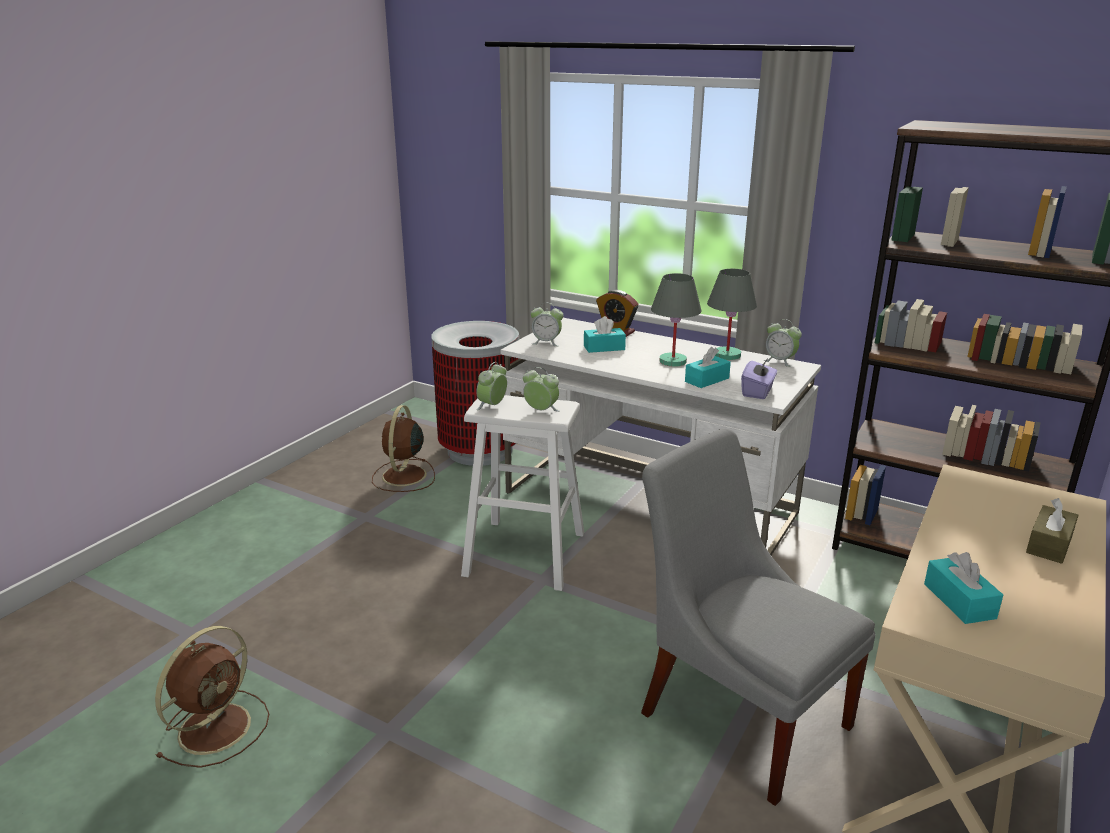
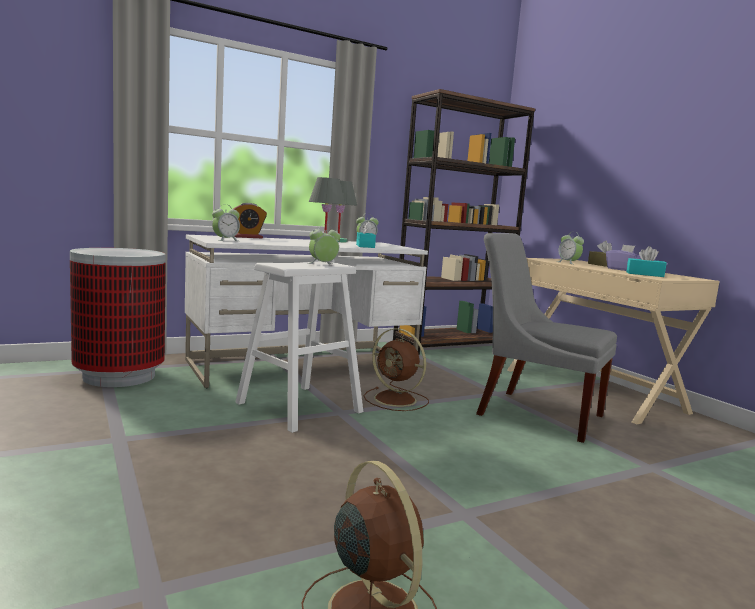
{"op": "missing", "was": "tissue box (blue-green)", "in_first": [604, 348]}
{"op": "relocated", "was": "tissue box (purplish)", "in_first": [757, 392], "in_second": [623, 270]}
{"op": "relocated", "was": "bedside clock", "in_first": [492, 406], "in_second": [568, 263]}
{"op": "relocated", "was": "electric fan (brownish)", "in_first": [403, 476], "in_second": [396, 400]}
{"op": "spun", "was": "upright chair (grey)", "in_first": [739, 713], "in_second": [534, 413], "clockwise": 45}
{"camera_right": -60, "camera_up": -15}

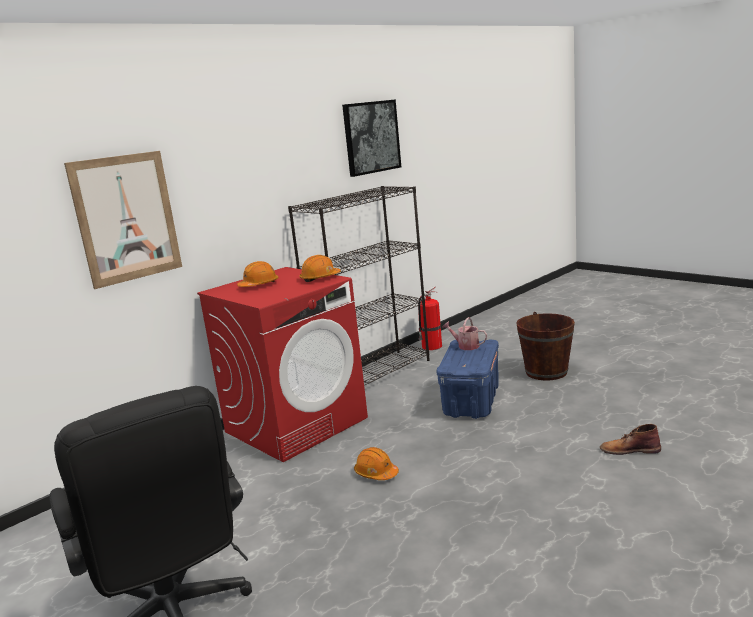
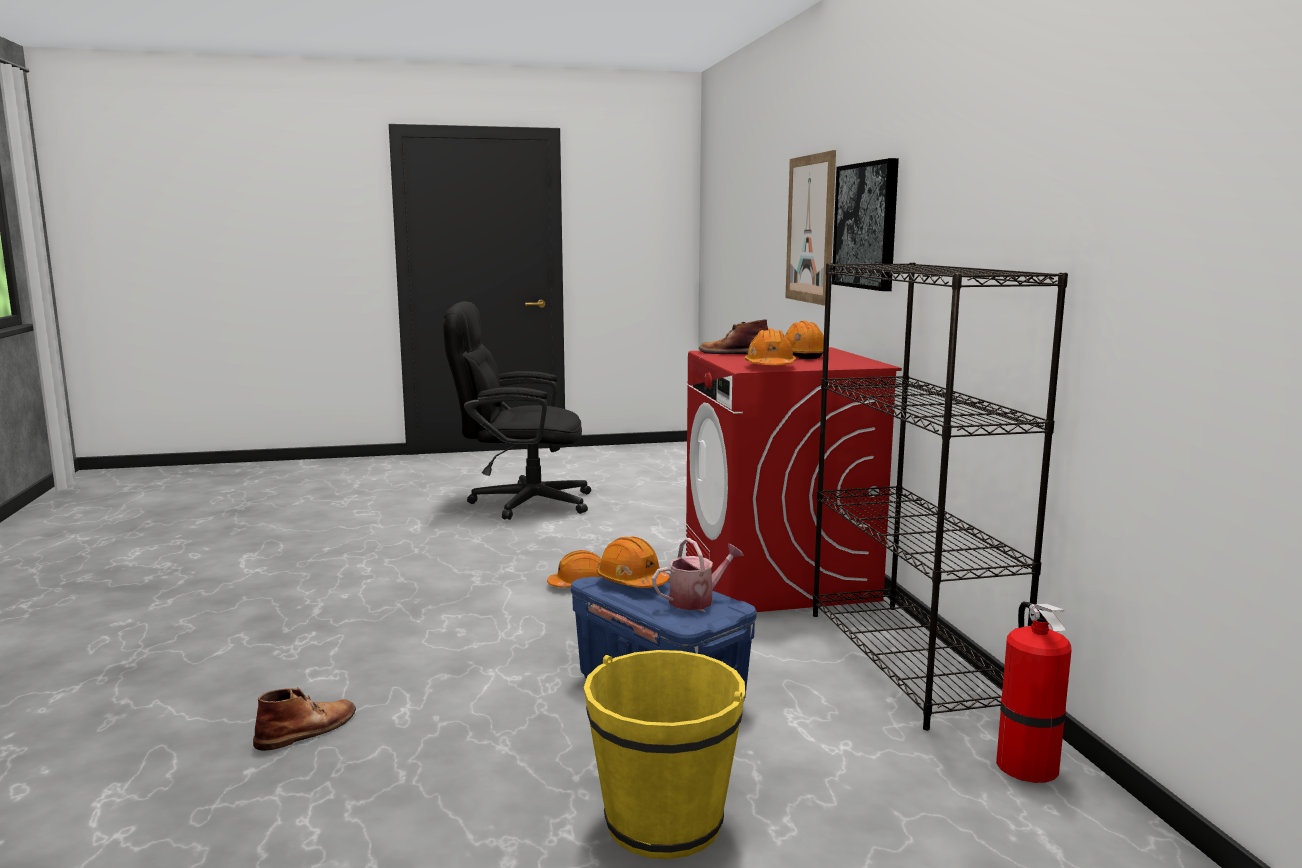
{"op": "relocated", "was": "wall picture", "in_first": [371, 137], "in_second": [866, 226]}
{"op": "colour", "was": "water bucket (brownish)", "now": "water bucket (yellow-coloured)", "in_first": [546, 372], "in_second": [664, 822]}
{"op": "appeared", "now": "high-top boot (brownish)", "in_second": [734, 353]}
{"op": "appeared", "now": "work helmet (orange)", "in_second": [632, 581]}
{"camera_right": 120, "camera_up": -5}

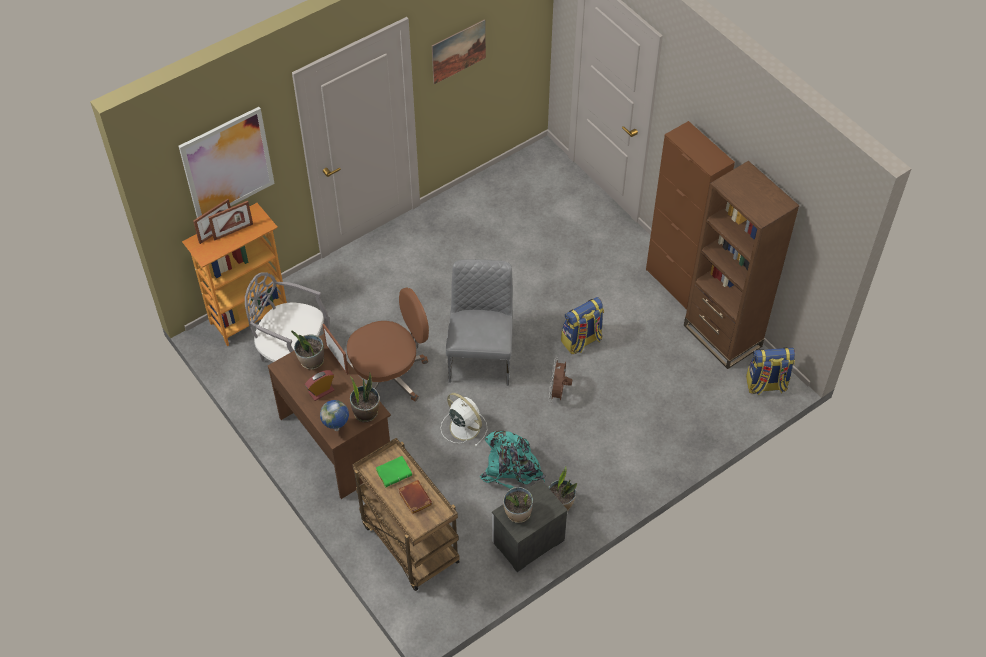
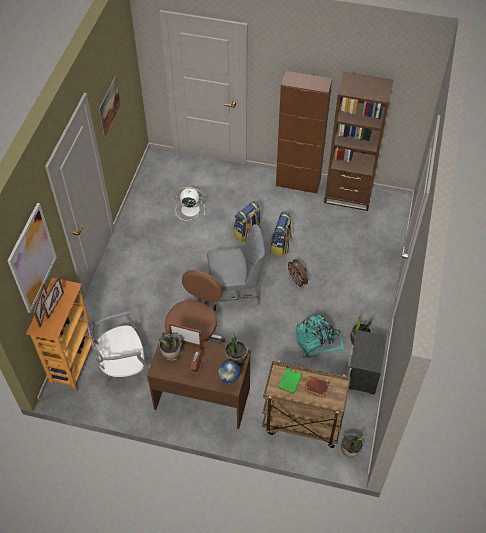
{"op": "spun", "was": "upright chair (grey)", "in_first": [481, 356], "in_second": [236, 290], "clockwise": 120}
{"op": "relocated", "was": "rucksack", "in_first": [766, 385], "in_second": [247, 233]}
{"op": "relocated", "was": "electric fan (white-coloured)", "in_first": [463, 426], "in_second": [189, 209]}
{"op": "relocated", "was": "plant in a pot", "in_first": [518, 513], "in_second": [350, 451]}
{"camera_right": -40, "camera_up": 0}

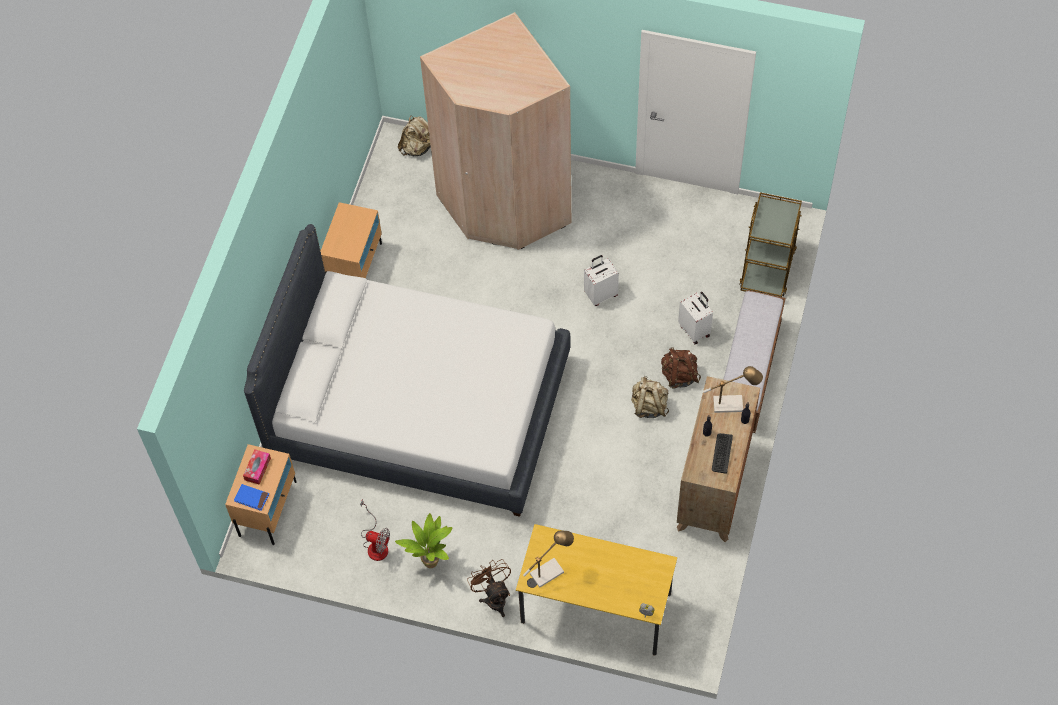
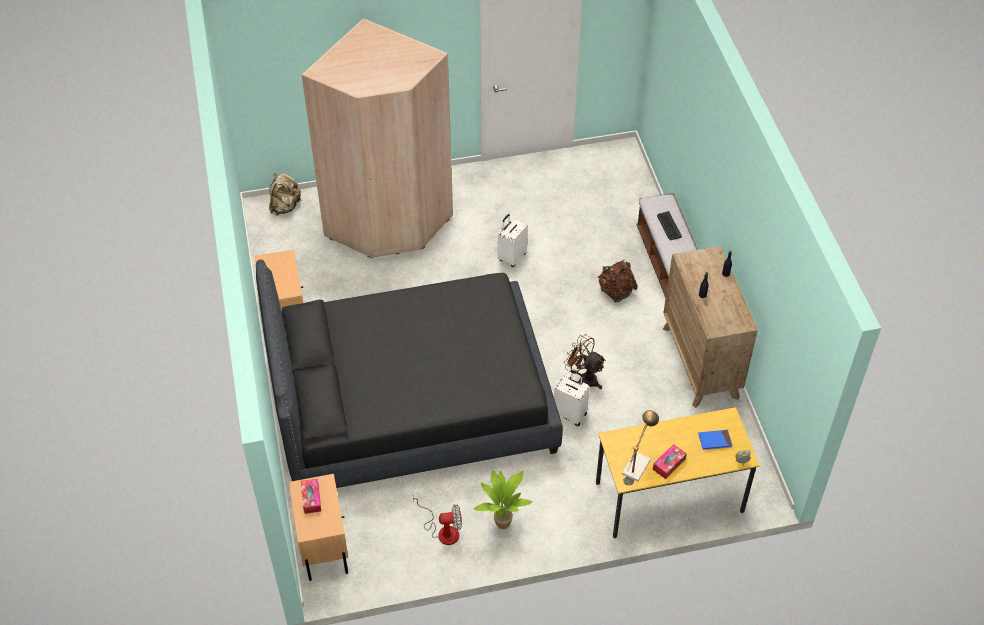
{"op": "missing", "was": "cart (brownish)", "in_first": [767, 268]}
{"op": "colour", "was": "sleeping bed (white-coloured)", "now": "sleeping bed (black)", "in_first": [419, 407], "in_second": [411, 403]}
{"op": "relocated", "was": "piece of luggage (white-coloured)", "in_first": [695, 330], "in_second": [570, 414]}
{"op": "missing", "was": "table lamp", "in_first": [732, 404]}
{"op": "missing", "was": "rucksack (beige)", "in_first": [649, 406]}
{"op": "relocated", "was": "computer keyboard", "in_first": [722, 453], "in_second": [669, 226]}
{"op": "relocated", "was": "book (blue-coloured)", "in_first": [251, 498], "in_second": [715, 440]}
{"op": "relocated", "was": "electric fan (brownish)", "in_first": [494, 597], "in_second": [584, 378]}
{"op": "appeared", "now": "tissue box", "in_second": [669, 464]}
{"camera_right": -30, "camera_up": -10}

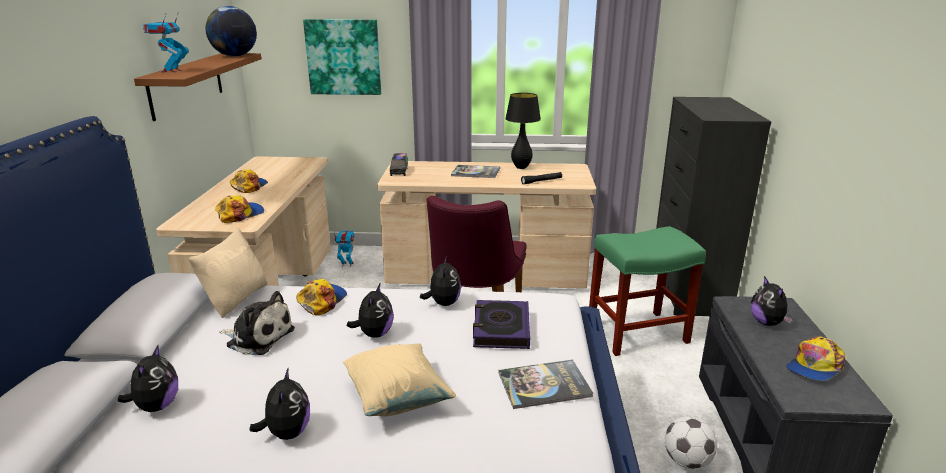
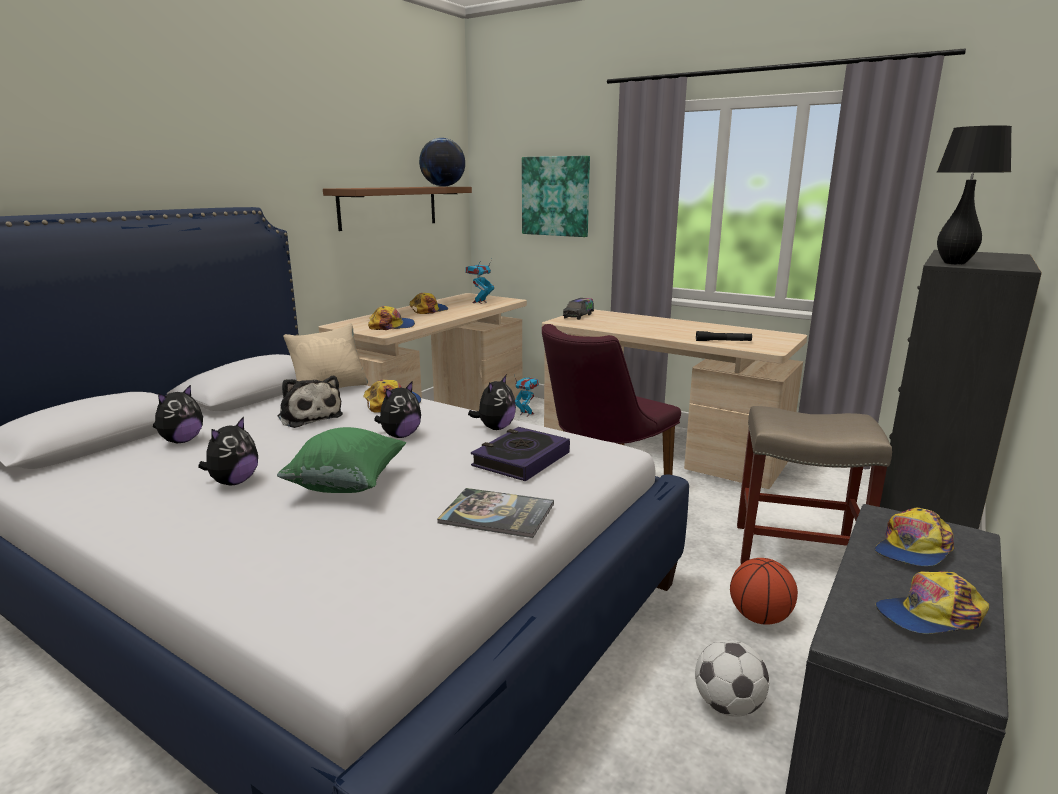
{"op": "relocated", "was": "model robot", "in_first": [171, 71], "in_second": [480, 302]}
{"op": "relocated", "was": "table lamp (black)", "in_first": [521, 167], "in_second": [954, 263]}
{"op": "missing", "was": "book", "in_first": [476, 172]}
{"op": "colour", "was": "stool (green)", "now": "stool (beige)", "in_first": [638, 332], "in_second": [798, 551]}
{"op": "exchanged", "was": "soft toy", "now": "baseball cap", "in_first": [767, 323], "in_second": [913, 549]}
{"op": "colour", "was": "cushion (beige)", "now": "cushion (green)", "in_first": [397, 398], "in_second": [347, 484]}
{"op": "appeared", "now": "basketball ball", "in_second": [759, 618]}
{"camera_right": 30, "camera_up": -5}

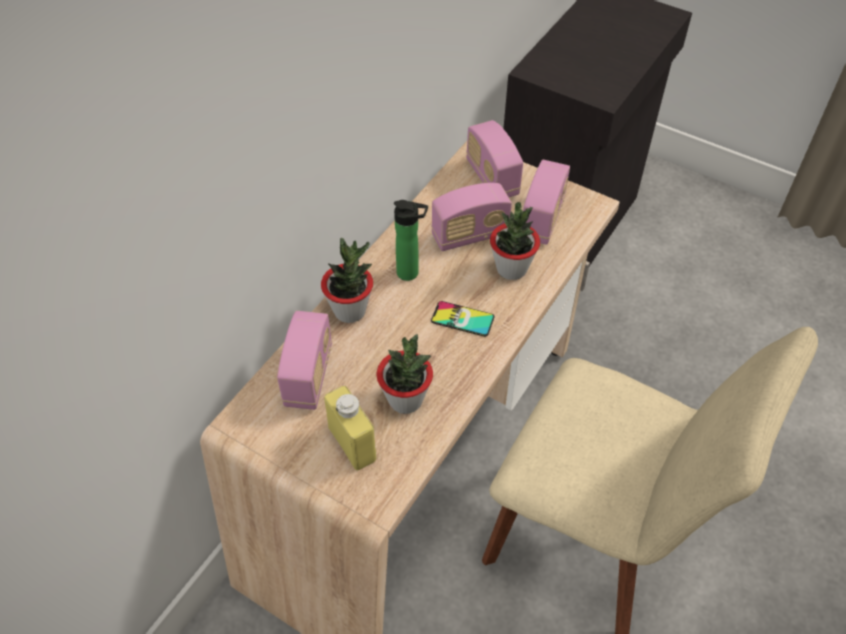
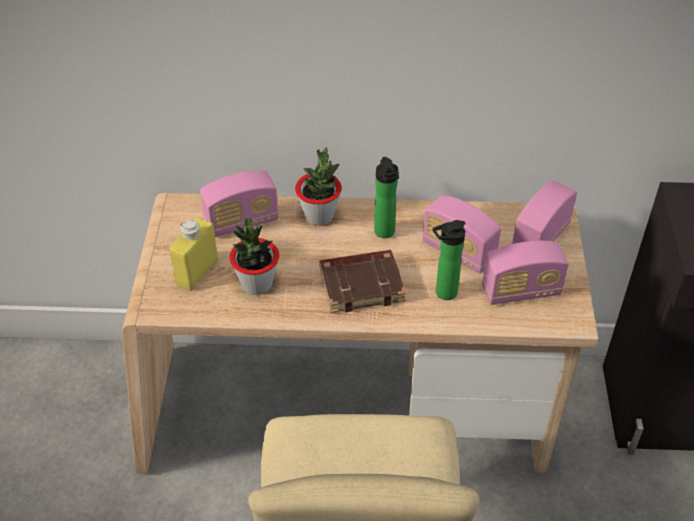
{"op": "exchanged", "was": "plant in a pot", "now": "drink bottle", "in_first": [511, 269], "in_second": [443, 293]}
{"op": "exchanged", "was": "handset", "now": "book (brownish)", "in_first": [462, 319], "in_second": [362, 284]}
{"camera_right": 60, "camera_up": -5}

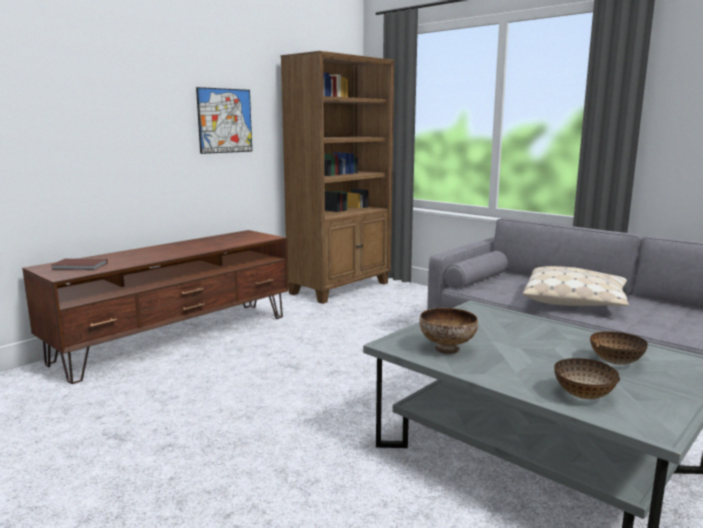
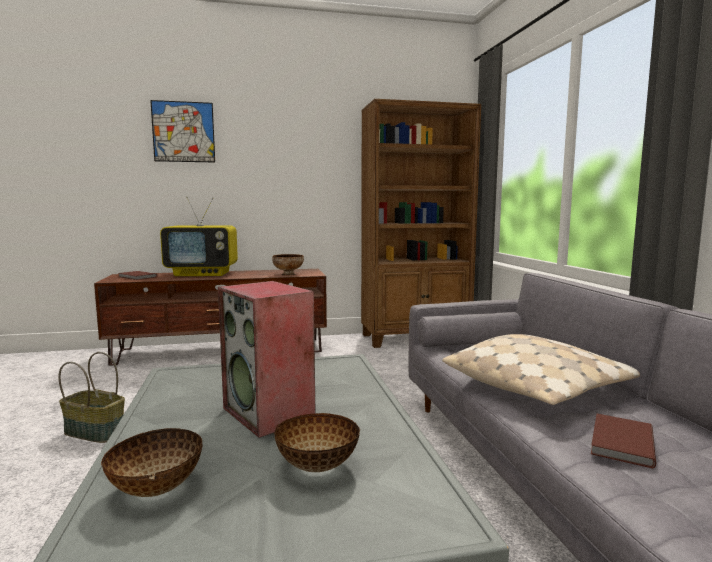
{"op": "relocated", "was": "wall picture", "in_first": [225, 121], "in_second": [183, 132]}
{"op": "relocated", "was": "bowl", "in_first": [446, 349], "in_second": [288, 274]}
{"op": "appeared", "now": "TV", "in_second": [203, 274]}
{"op": "appeared", "now": "audio speaker", "in_second": [270, 413]}
{"op": "appeared", "now": "household basket", "in_second": [96, 432]}
{"op": "appeared", "now": "book (brownish)", "in_second": [620, 442]}
{"camera_right": 35, "camera_up": -5}

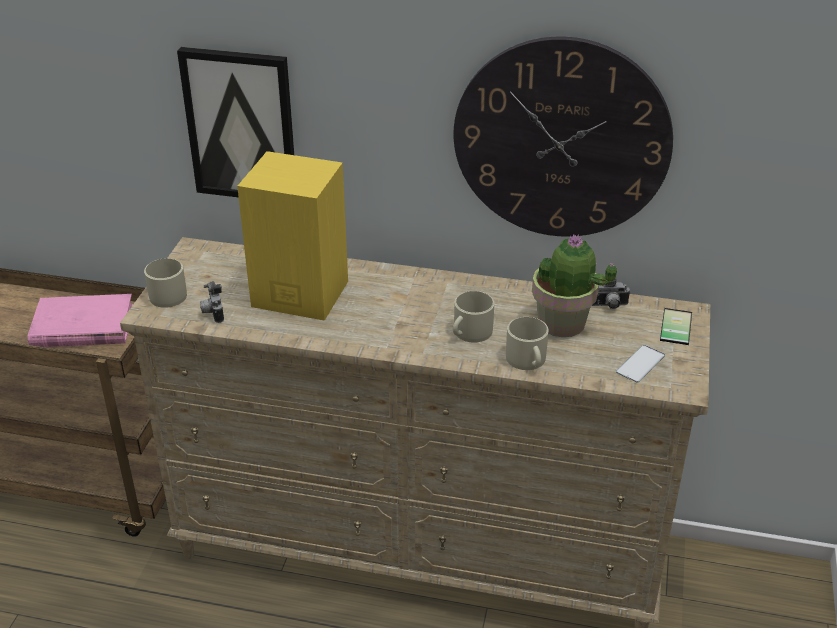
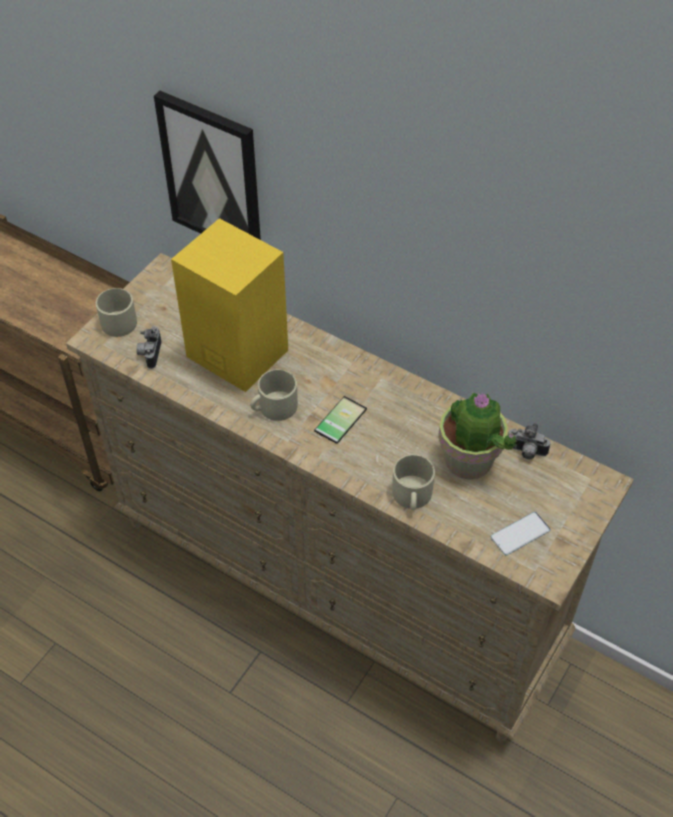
{"op": "missing", "was": "wall clock", "in_first": [561, 140]}
{"op": "relocated", "was": "mug (beige)", "in_first": [469, 333], "in_second": [273, 407]}
{"op": "missing", "was": "book (pink-coloured)", "in_first": [82, 326]}
{"op": "relocated", "was": "handset", "in_first": [673, 326], "in_second": [338, 418]}
{"camera_right": 20, "camera_up": 15}

